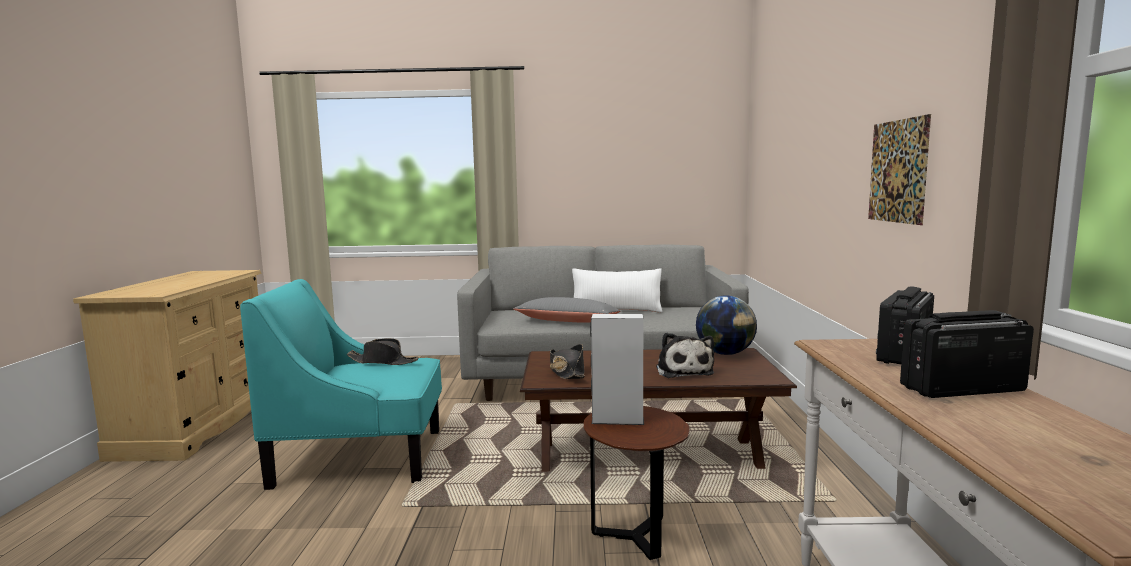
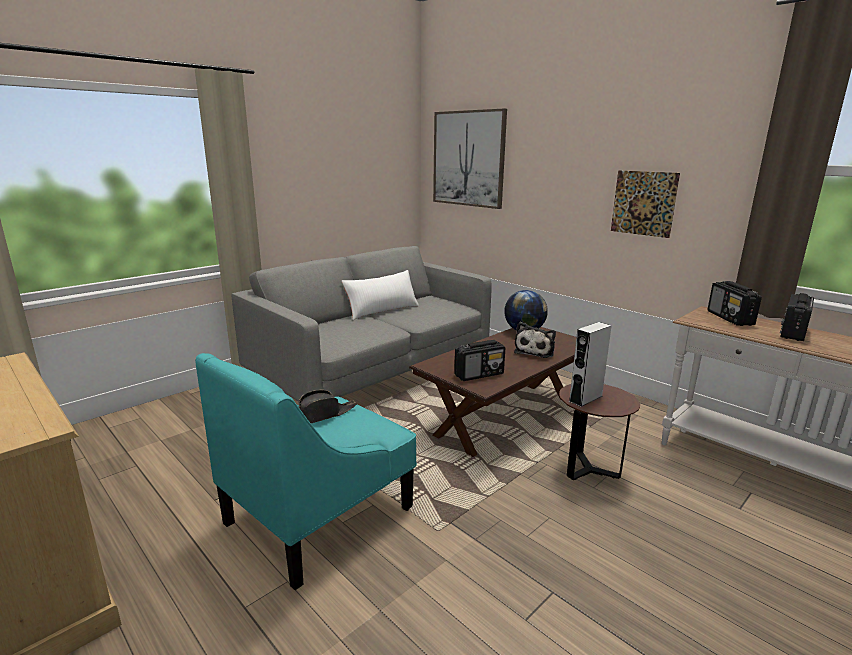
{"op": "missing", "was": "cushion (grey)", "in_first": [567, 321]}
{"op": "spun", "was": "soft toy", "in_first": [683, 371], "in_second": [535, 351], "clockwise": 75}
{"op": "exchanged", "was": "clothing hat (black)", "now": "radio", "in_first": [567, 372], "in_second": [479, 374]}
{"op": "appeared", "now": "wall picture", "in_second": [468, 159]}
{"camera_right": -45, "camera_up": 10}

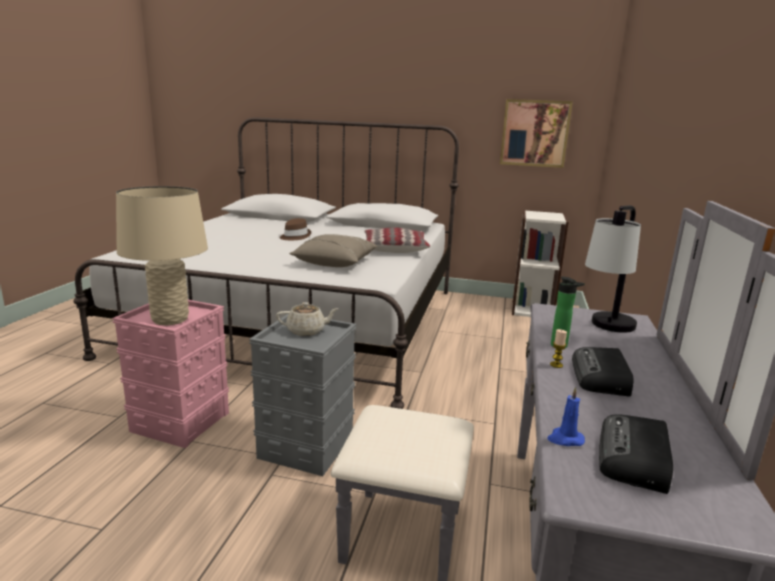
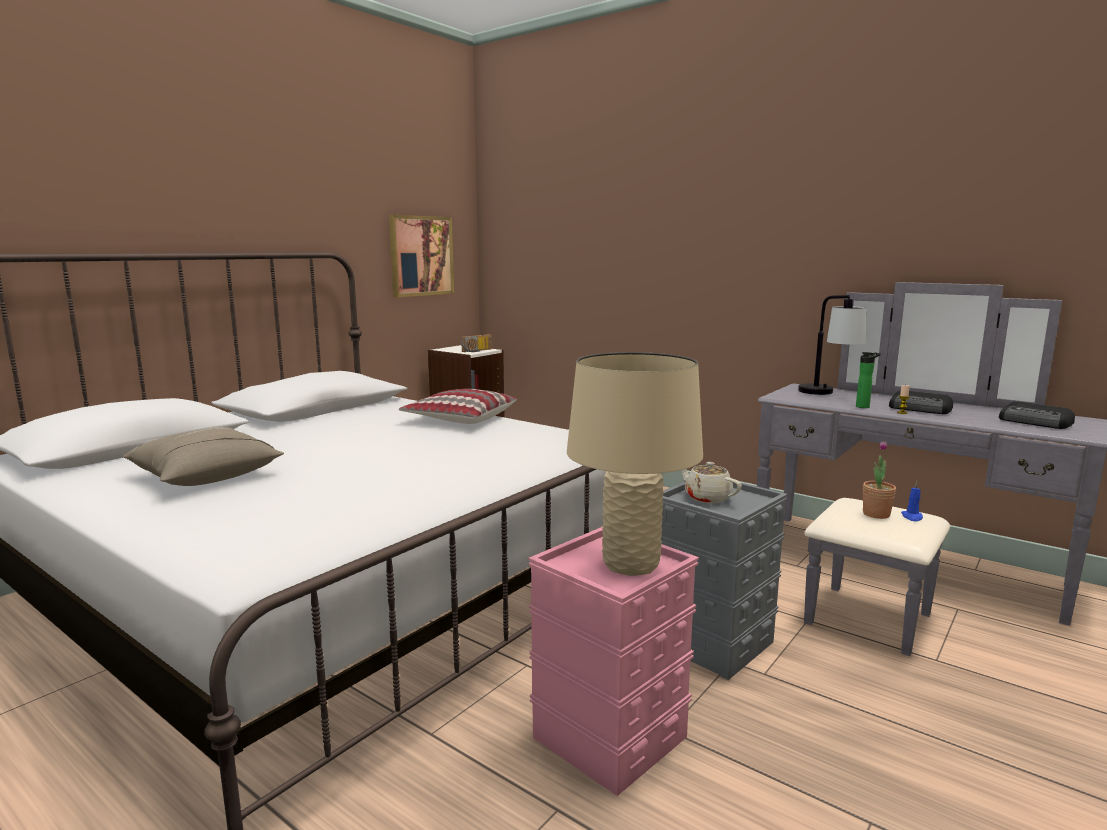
{"op": "missing", "was": "clothing hat (brownish)", "in_first": [294, 236]}
{"op": "relocated", "was": "cushion (beige)", "in_first": [335, 262], "in_second": [205, 476]}
{"op": "spun", "was": "pot for tea (beige)", "in_first": [307, 331], "in_second": [707, 497], "clockwise": -60}
{"op": "relocated", "was": "wax candle (blue-coloured)", "in_first": [565, 439], "in_second": [912, 517]}
{"op": "appeared", "now": "radio", "in_second": [477, 351]}
{"op": "appeared", "now": "plant in a pot", "in_second": [876, 514]}
{"camera_right": -65, "camera_up": -5}

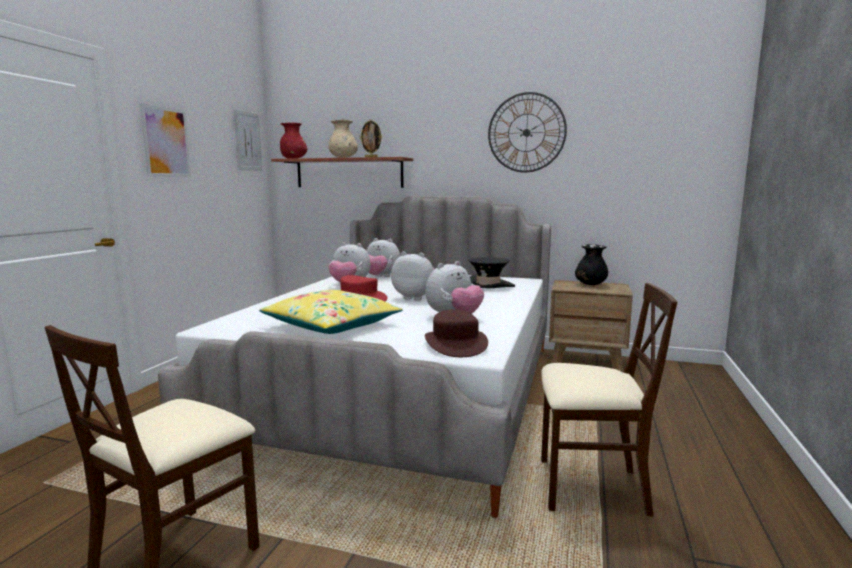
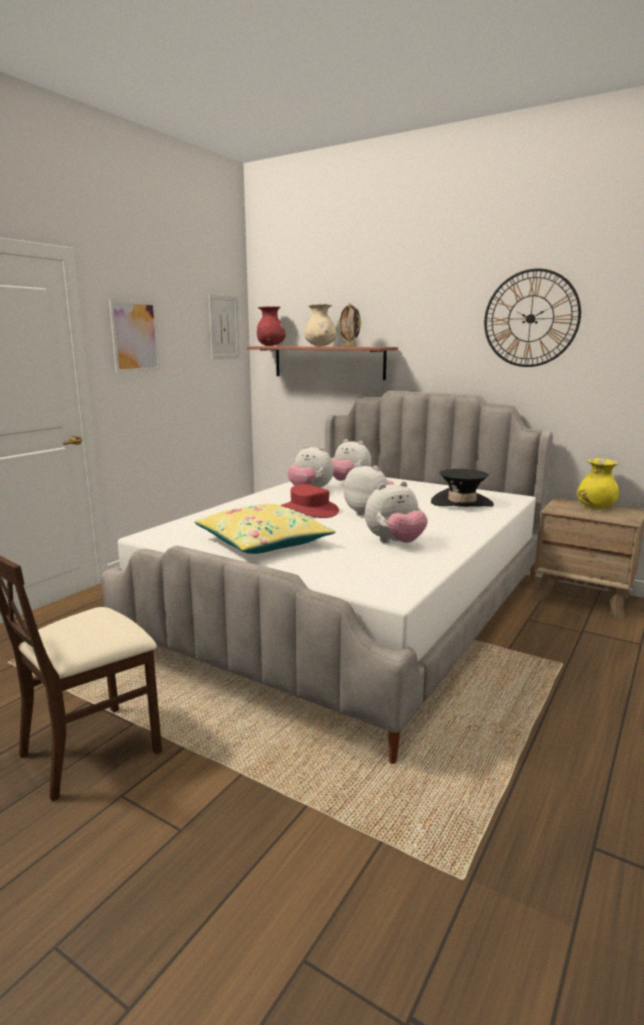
{"op": "colour", "was": "flower vase (black)", "now": "flower vase (yellow-coloured)", "in_first": [590, 284], "in_second": [595, 507]}
{"op": "missing", "was": "upright chair (beige)", "in_first": [590, 487]}
{"op": "missing", "was": "clothing hat (brownish)", "in_first": [455, 344]}
{"camera_right": 15, "camera_up": 5}

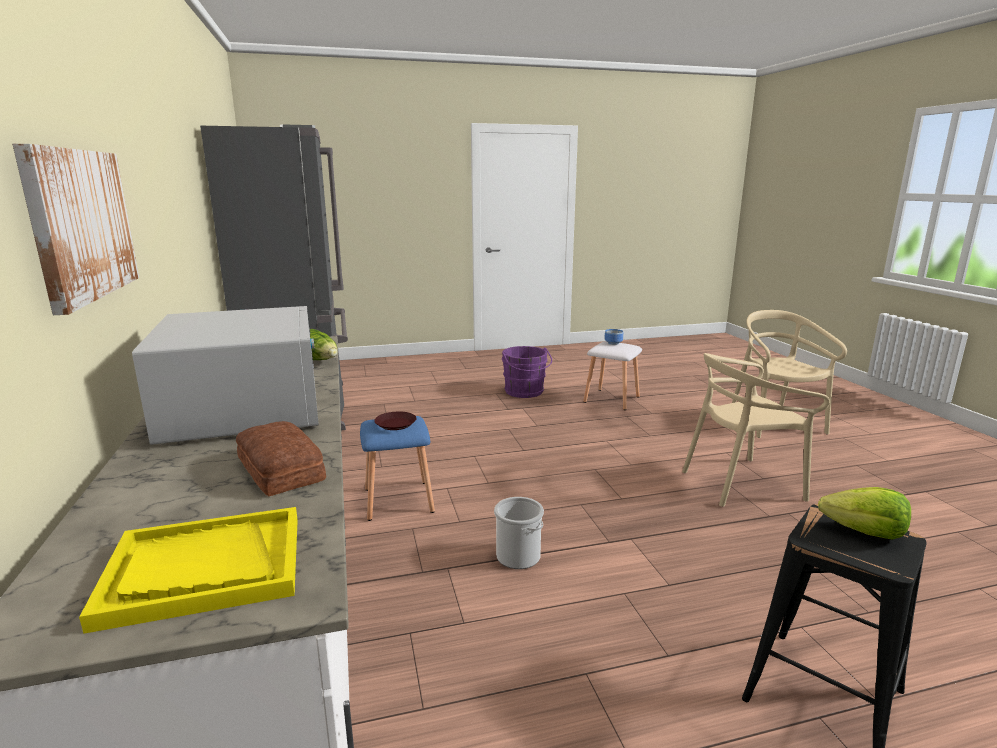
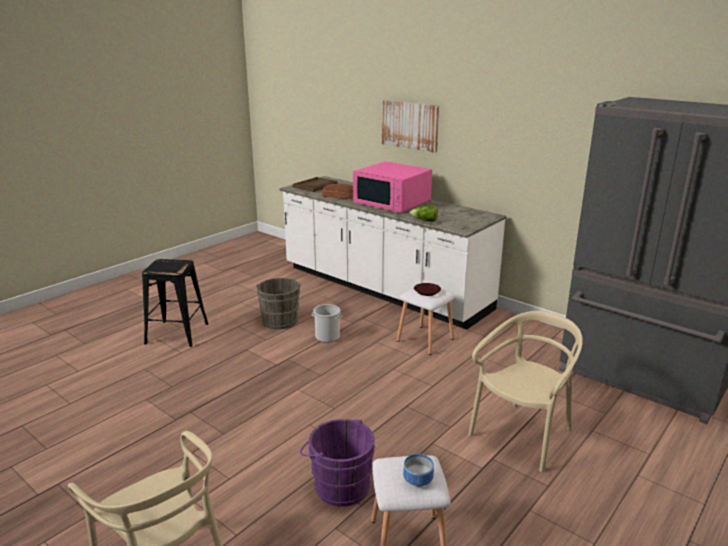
{"op": "colour", "was": "microwave (white-coloured)", "now": "microwave (pink-coloured)", "in_first": [245, 408], "in_second": [392, 202]}
{"op": "relocated", "was": "water bucket (purplish)", "in_first": [525, 392], "in_second": [339, 485]}
{"op": "relocated", "was": "upright chair (beige)", "in_first": [741, 483], "in_second": [522, 435]}
{"op": "colour", "was": "stool (blue-coloured)", "now": "stool (white-coloured)", "in_first": [397, 500], "in_second": [425, 339]}
{"op": "missing", "was": "lettuce head", "in_first": [864, 532]}
{"op": "colour", "was": "carrying tray (yellow-coloured)", "now": "carrying tray (brownish)", "in_first": [205, 569], "in_second": [315, 186]}
{"op": "appeared", "now": "water bucket (grey)", "in_second": [280, 320]}
{"camera_right": 145, "camera_up": 5}

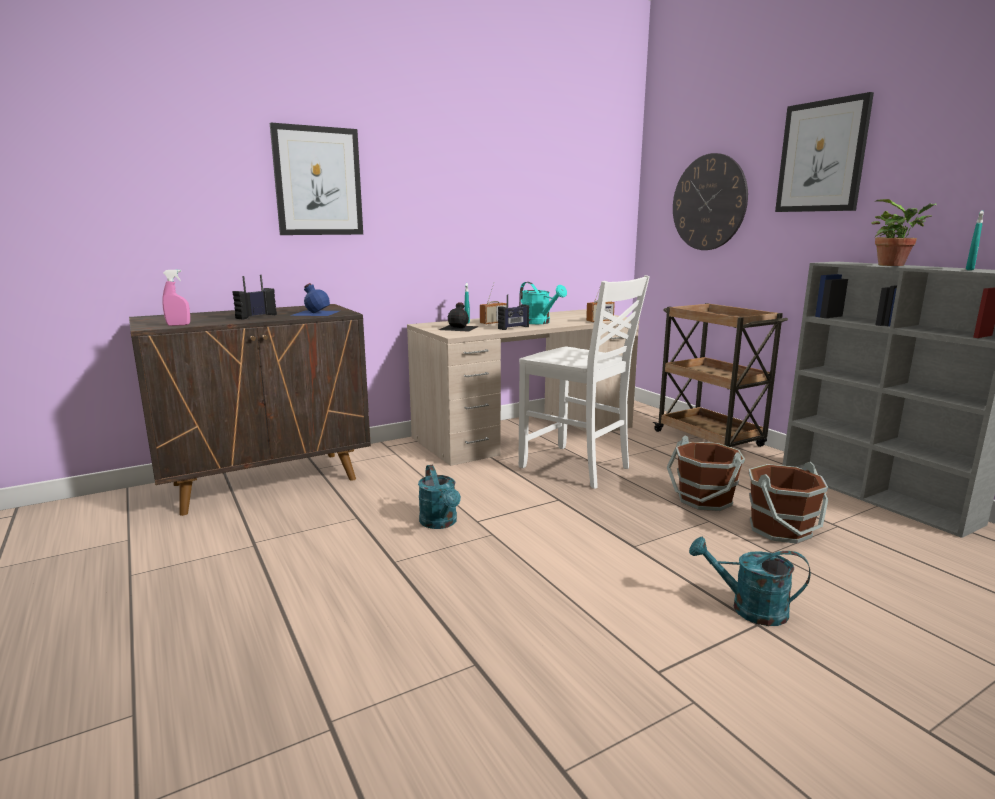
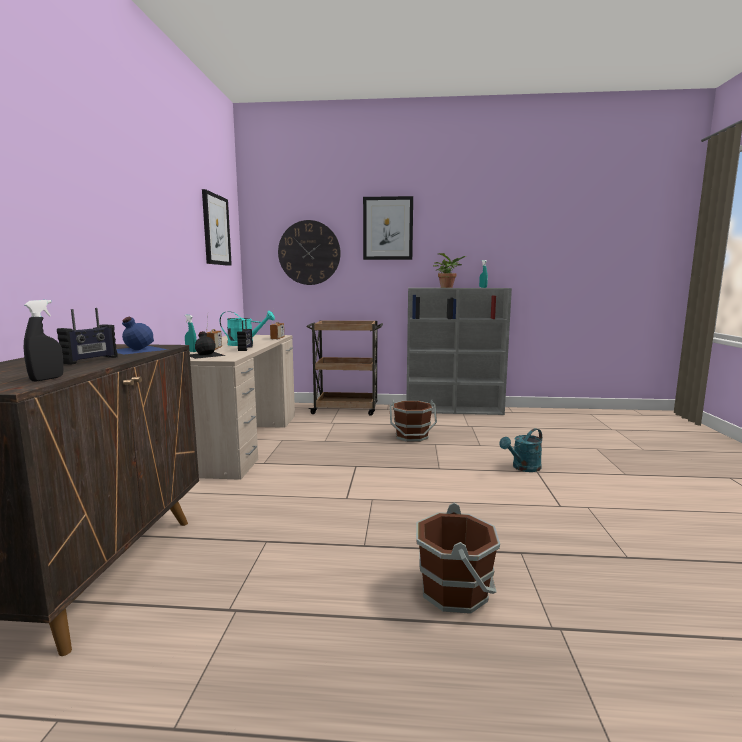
{"op": "relocated", "was": "wall picture", "in_first": [318, 181], "in_second": [216, 230]}
{"op": "colour", "was": "sprayer (pink-coloured)", "now": "sprayer (black)", "in_first": [178, 325], "in_second": [47, 379]}
{"op": "spun", "was": "radio", "in_first": [256, 316], "in_second": [90, 360], "clockwise": -135}
{"op": "missing", "was": "upright chair (white-coloured)", "in_first": [576, 468]}
{"op": "relocated", "was": "water bucket (brownish)", "in_first": [781, 529], "in_second": [456, 590]}
{"op": "missing", "was": "sprinkling can (blue-green)", "in_first": [440, 523]}
{"camera_right": -55, "camera_up": -5}

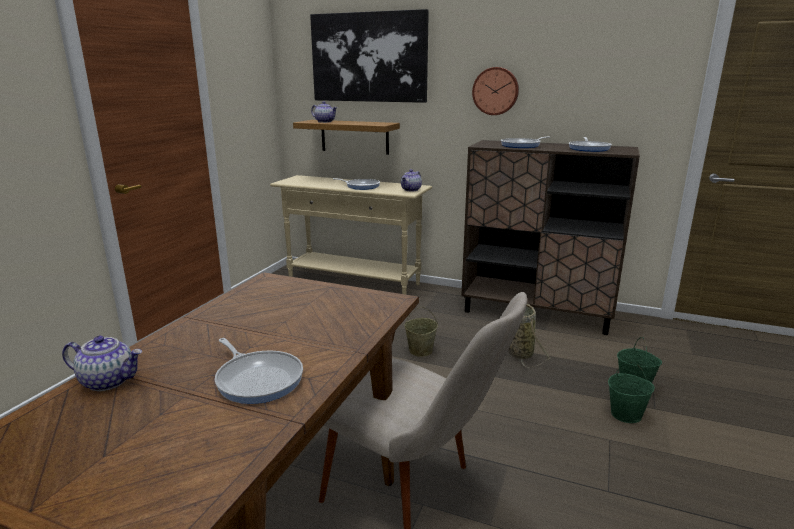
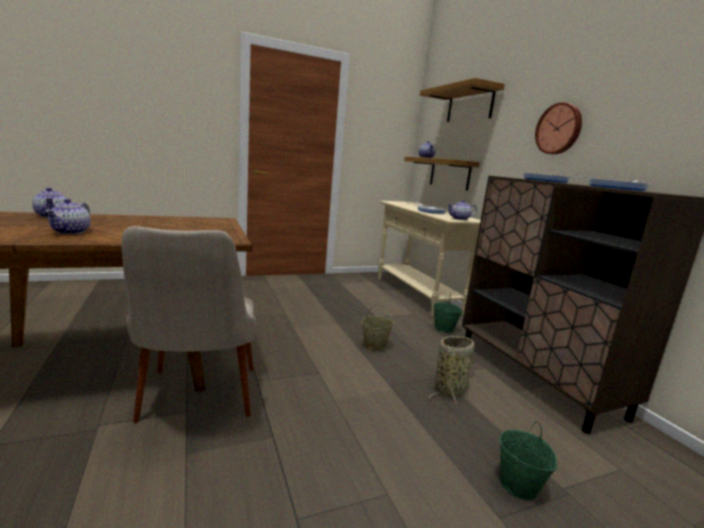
{"op": "exchanged", "was": "wall picture", "now": "shelf", "in_first": [369, 57], "in_second": [470, 105]}
{"op": "exchanged", "was": "frying pan", "now": "pot for tea", "in_first": [258, 379], "in_second": [71, 232]}
{"op": "relocated", "was": "water bucket (green)", "in_first": [626, 414], "in_second": [444, 329]}
{"camera_right": 45, "camera_up": -5}

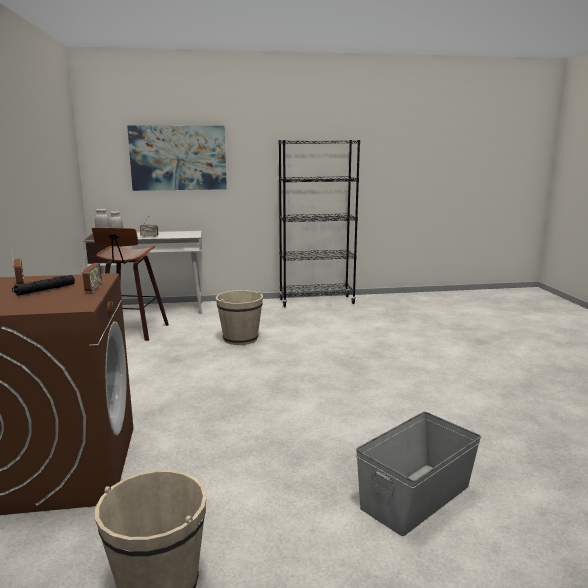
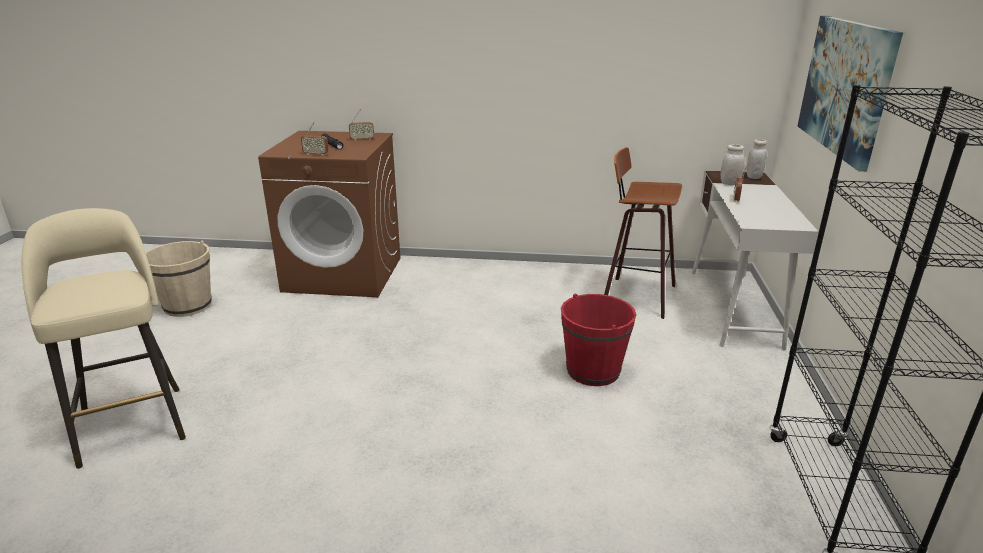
{"op": "colour", "was": "water bucket (beige)", "now": "water bucket (red)", "in_first": [240, 339], "in_second": [593, 371]}
{"op": "exchanged", "was": "storage container (grey)", "now": "stool (beige)", "in_first": [414, 497], "in_second": [132, 423]}
{"camera_right": 105, "camera_up": 10}

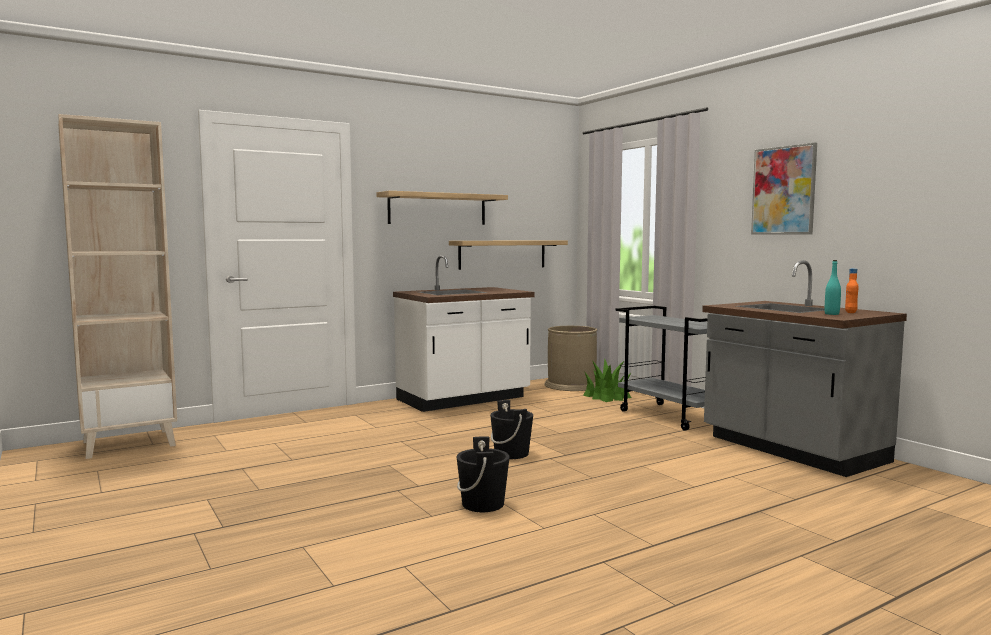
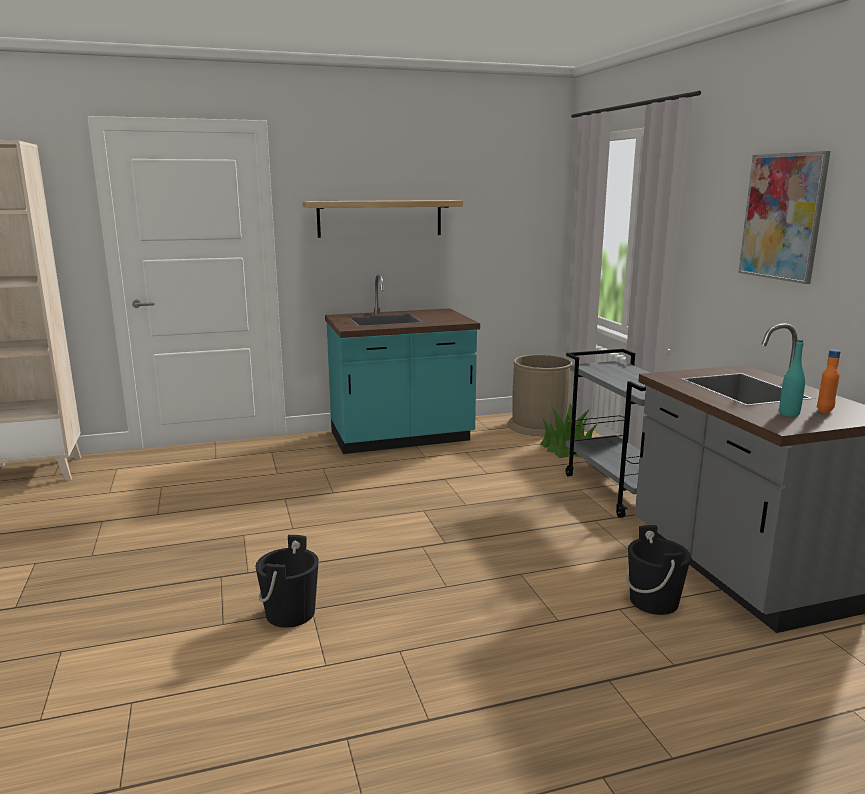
{"op": "missing", "was": "shelf", "in_first": [502, 254]}
{"op": "colour", "was": "counter (white-coloured)", "now": "counter (blue-green)", "in_first": [464, 399], "in_second": [401, 438]}
{"op": "relocated", "was": "water bucket (black)", "in_first": [511, 453], "in_second": [654, 601]}
{"camera_right": 15, "camera_up": 10}

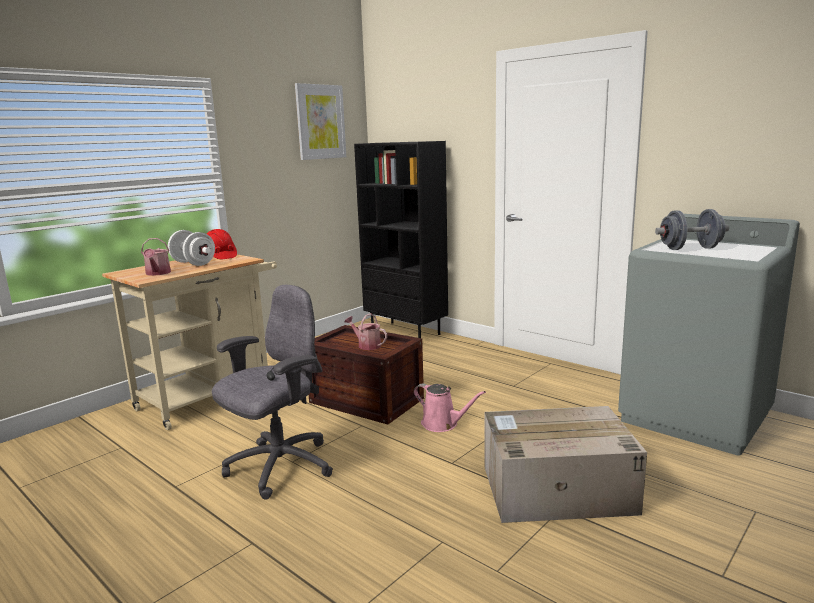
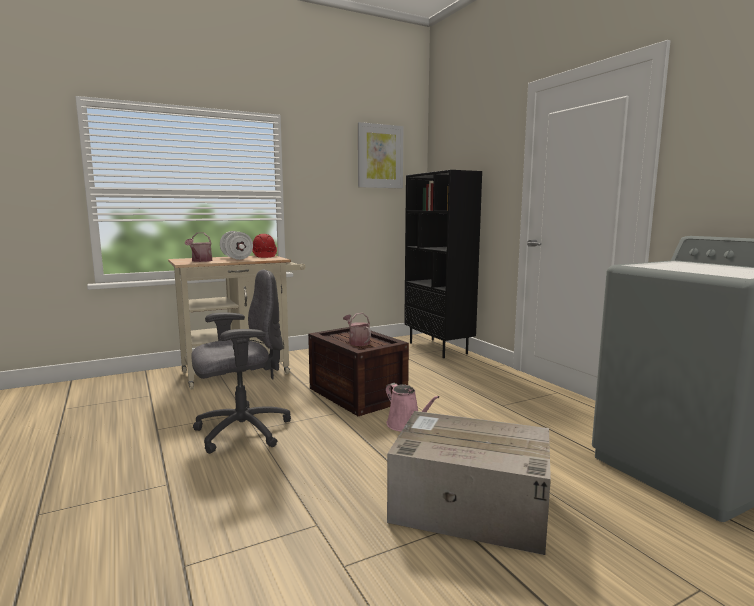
{"op": "missing", "was": "dumbbell (grey)", "in_first": [690, 248]}
{"camera_right": 20, "camera_up": -5}

